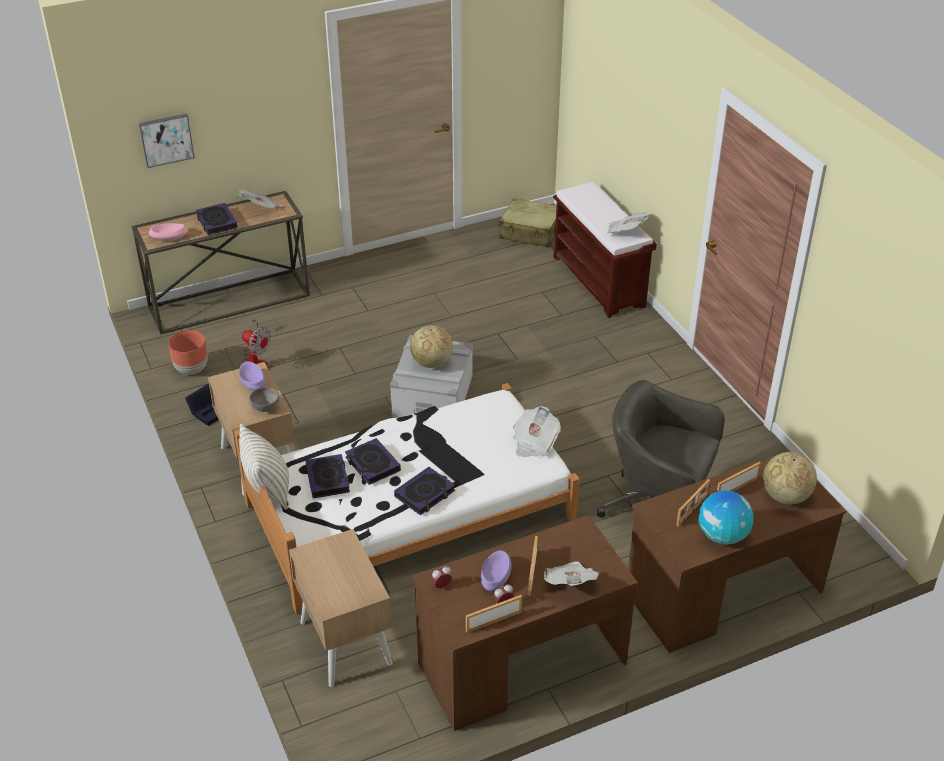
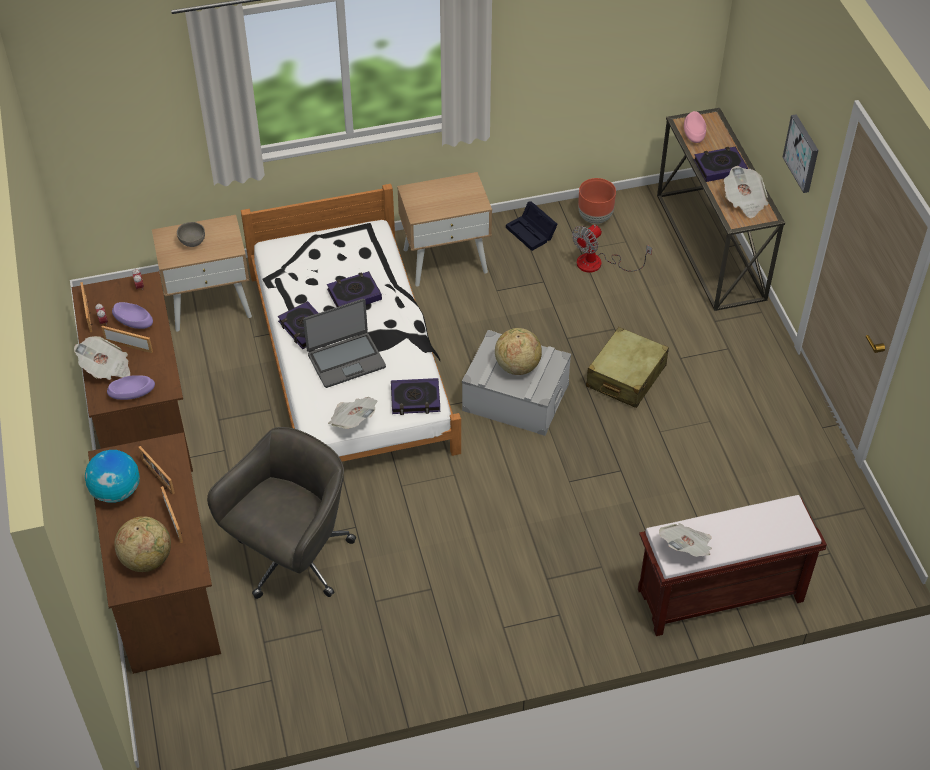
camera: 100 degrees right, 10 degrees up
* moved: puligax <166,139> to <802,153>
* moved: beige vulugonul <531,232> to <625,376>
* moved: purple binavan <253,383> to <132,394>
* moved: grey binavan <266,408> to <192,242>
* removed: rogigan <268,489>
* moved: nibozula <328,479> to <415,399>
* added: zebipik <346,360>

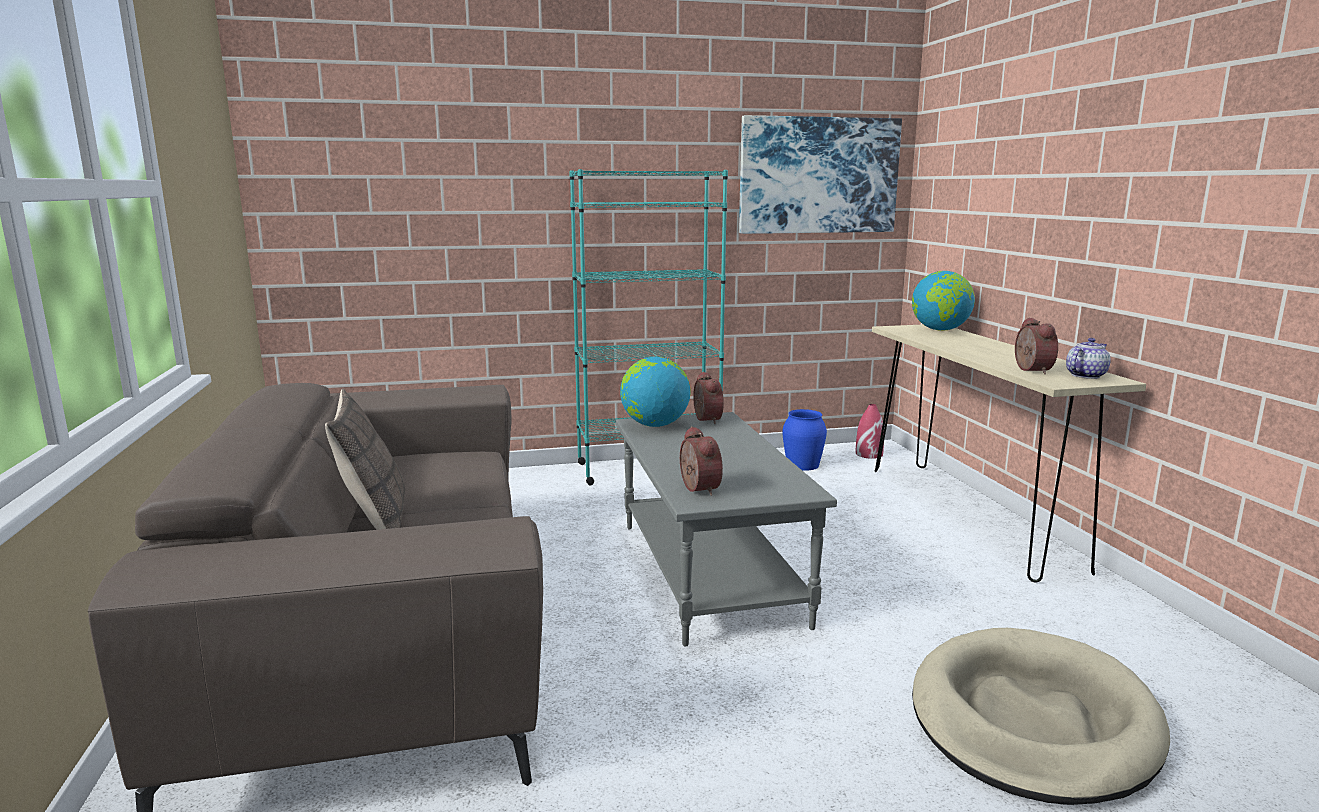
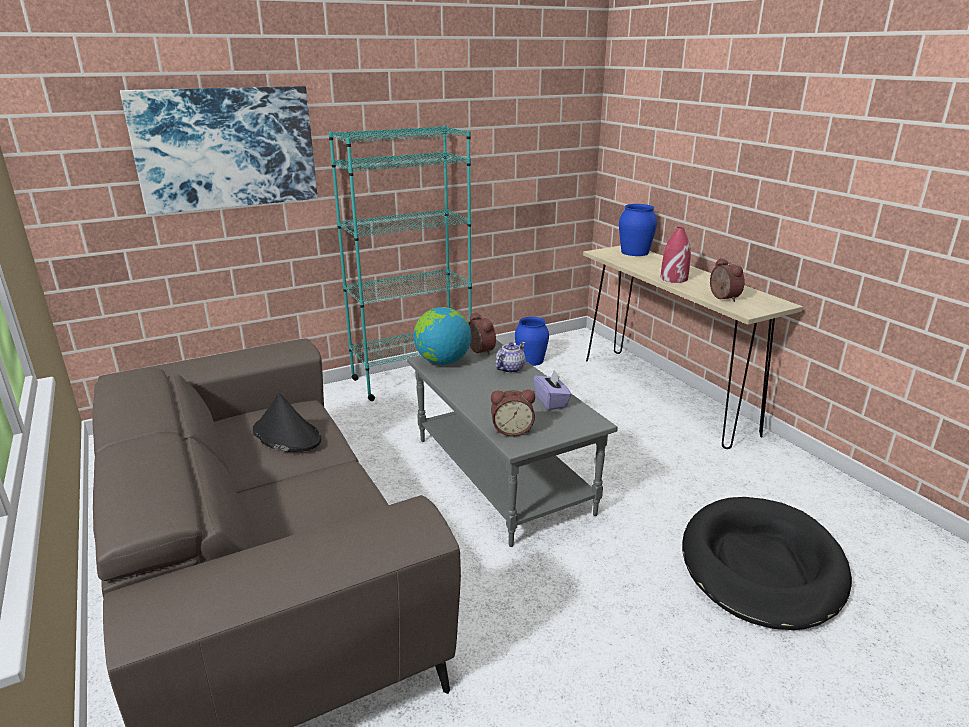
camera: 15 degrees left, 10 degrees up
* moved: puligax <818,175> to <226,148>
* replaced: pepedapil <940,330> to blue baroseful <635,252>
* moved: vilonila <1085,375> to <510,369>
* removed: rogigan <374,521>
* moved: red baroseful <868,454> to <673,278>
* turned: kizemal <696,489> = <512,430> 120 degrees clockwise
* recoloured: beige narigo <1032,721> to black narigo <761,566>
* added: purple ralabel <551,401>
* added: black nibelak <286,435>

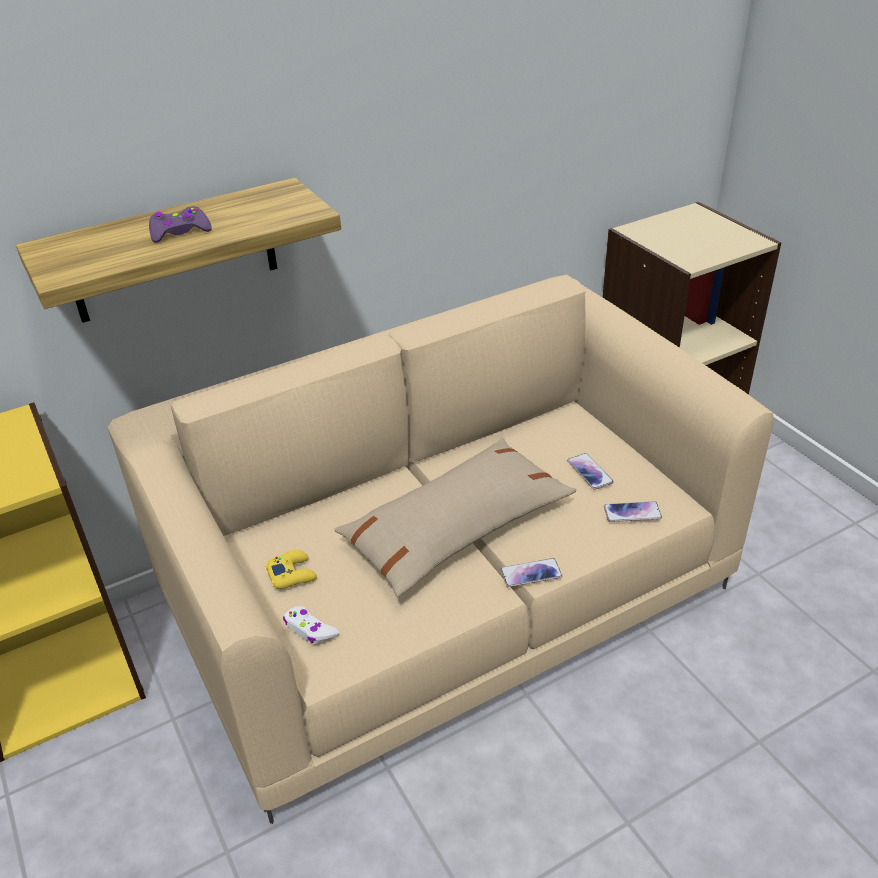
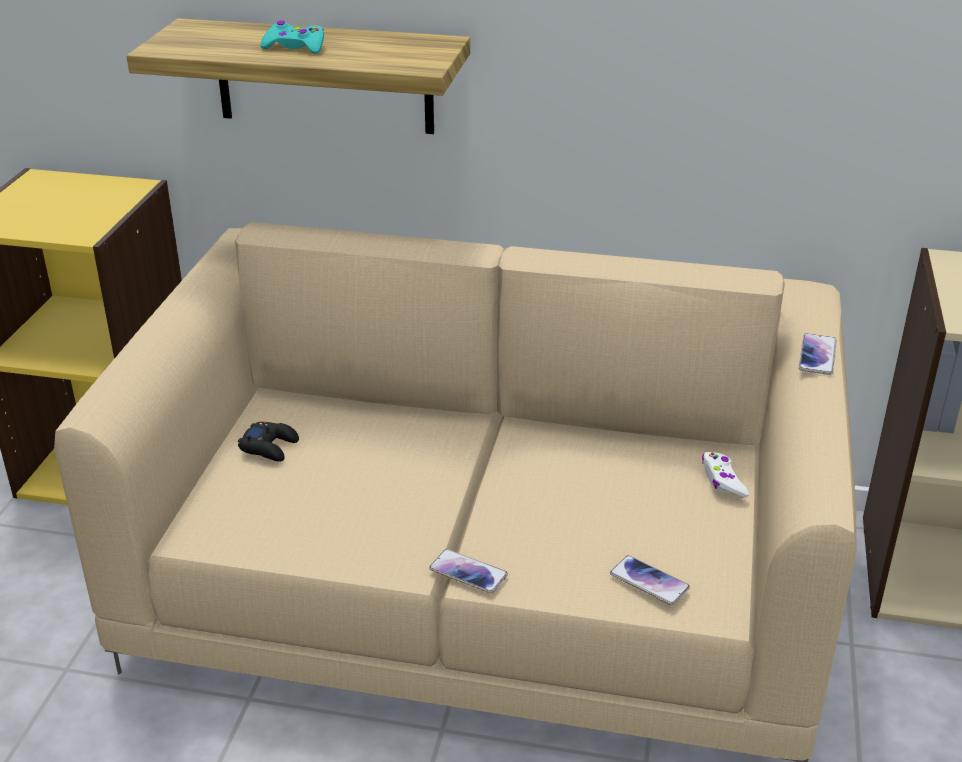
camera: 40 degrees right, 5 degrees down
* recoloured: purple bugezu <179,232> to turquoise bugezu <295,47>
* removed: beige rogigan <456,529>
* moved: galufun <589,472> to <817,355>
* recoloured: yellow bugezu <292,574> to black bugezu <269,447>
* moved: white bugezu <310,630> to <722,481>

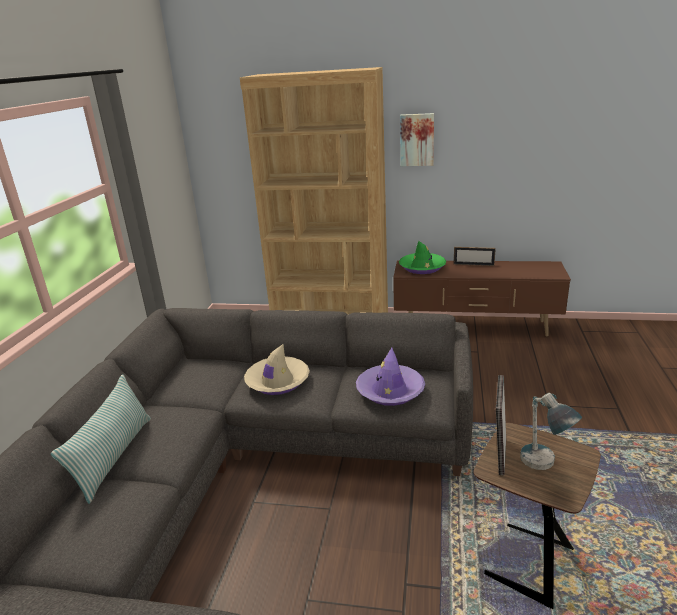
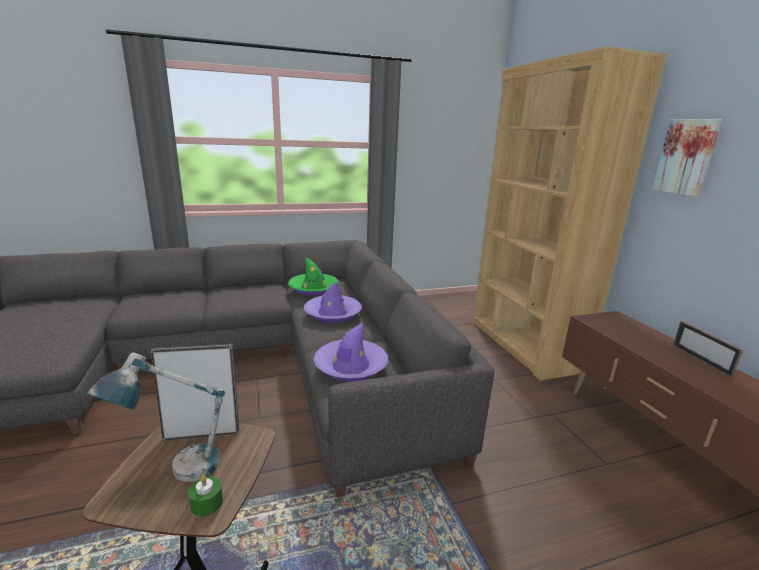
camera: 60 degrees right, 5 degrees down
* moved: green nibelak <422,267> to <313,289>
* recoloured: beige nibelak <277,381> to purple nibelak <332,314>
* removed: rogigan <114,456>
* added: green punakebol <207,503>

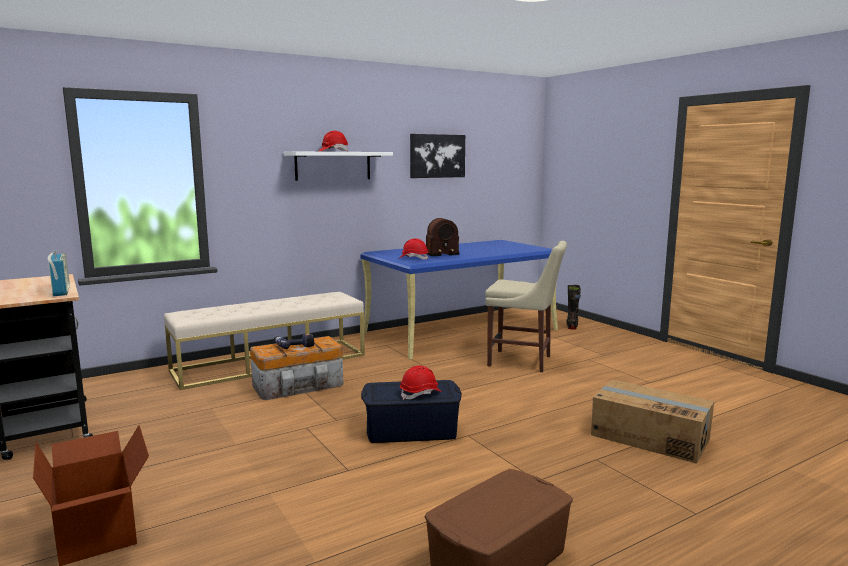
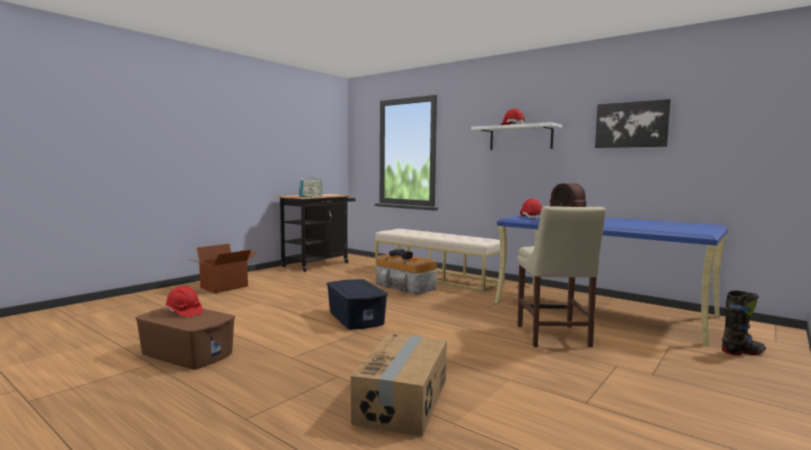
camera: 70 degrees right, 5 degrees down
* moved: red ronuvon <420,394> to <184,312>

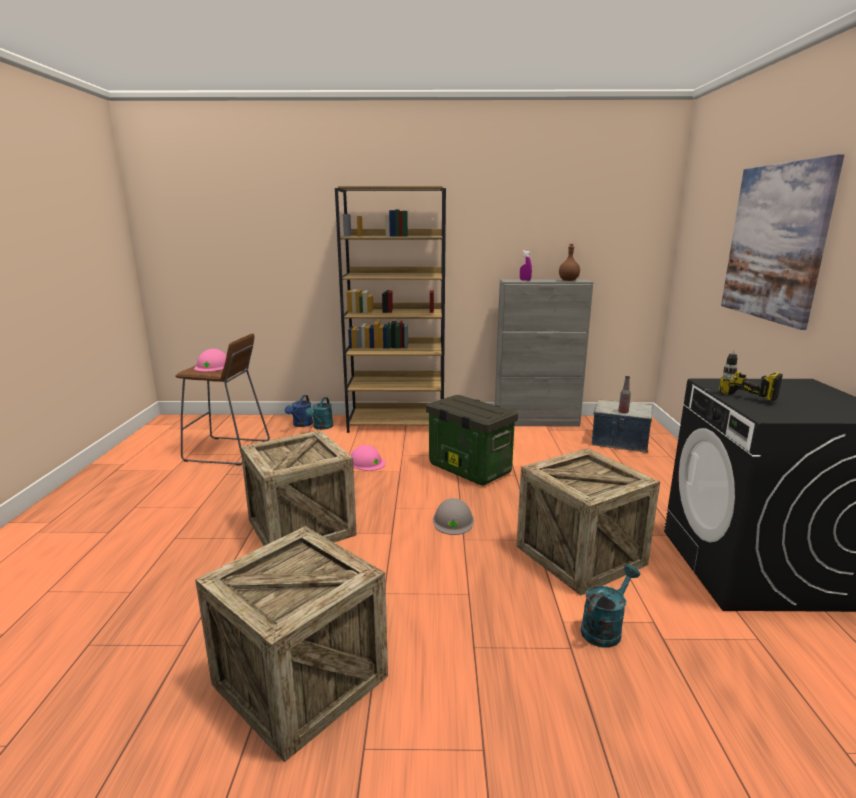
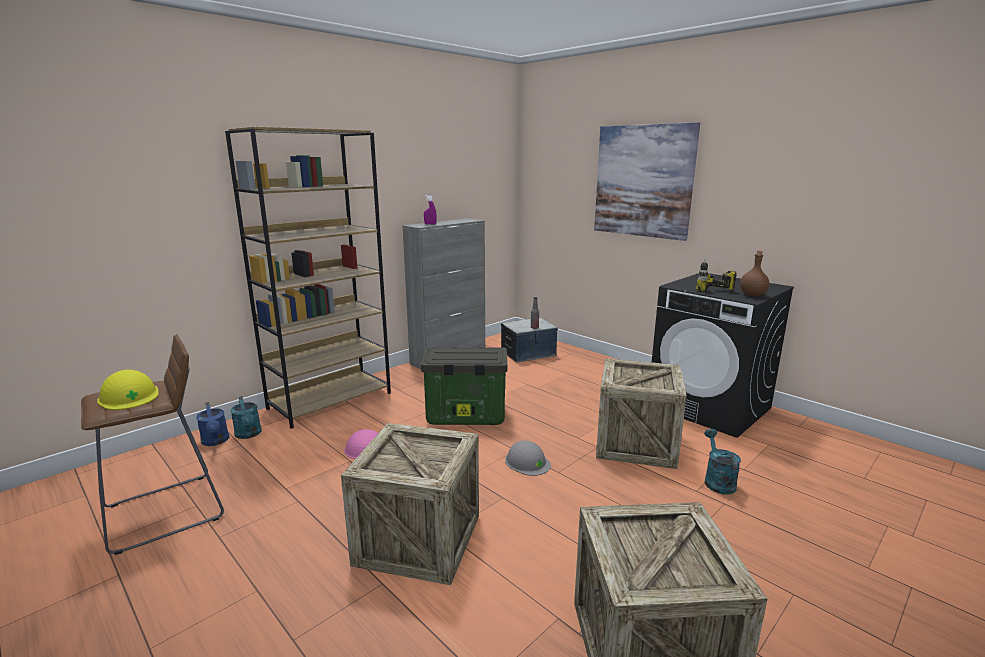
camera: 45 degrees left, 0 degrees up
* moved: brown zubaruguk <568,280> to <752,295>
* recoloured: pink ronuvon <213,366> to yellow ronuvon <129,396>

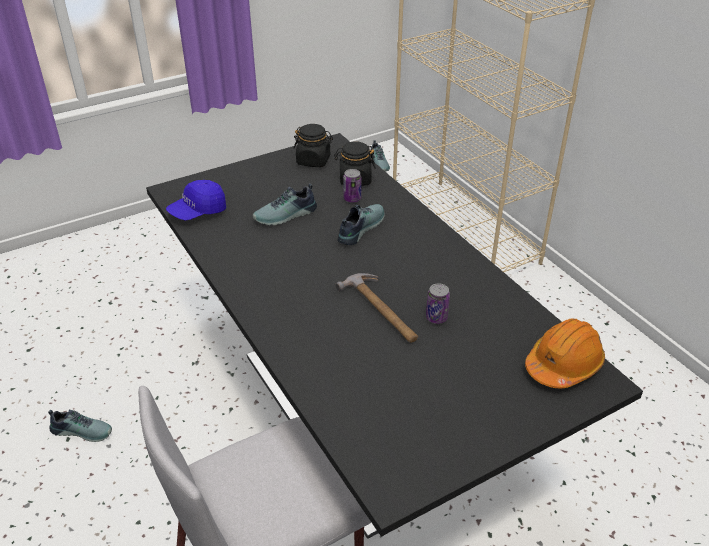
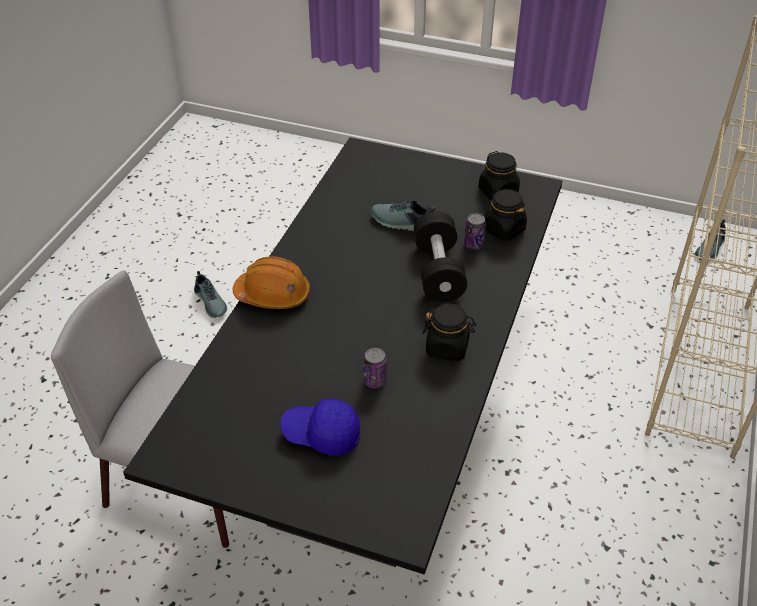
camera: 50 degrees right, 5 degrees up
* moved: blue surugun <198,212> to <322,434>
* replaced: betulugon <359,228> to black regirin <438,272>
* removed: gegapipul <381,310>
* moved: orange ronuvon <563,364> to <273,295>
* added: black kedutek <447,347>

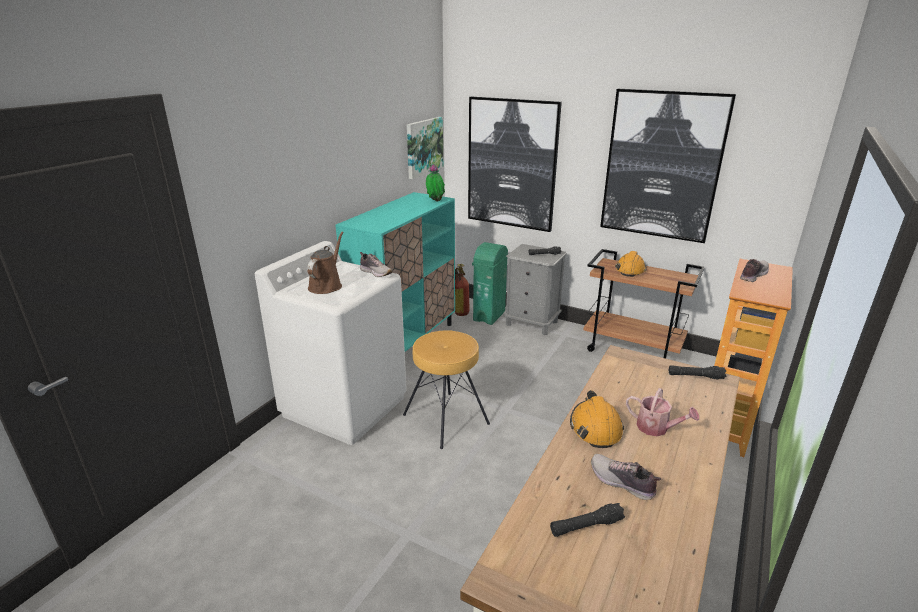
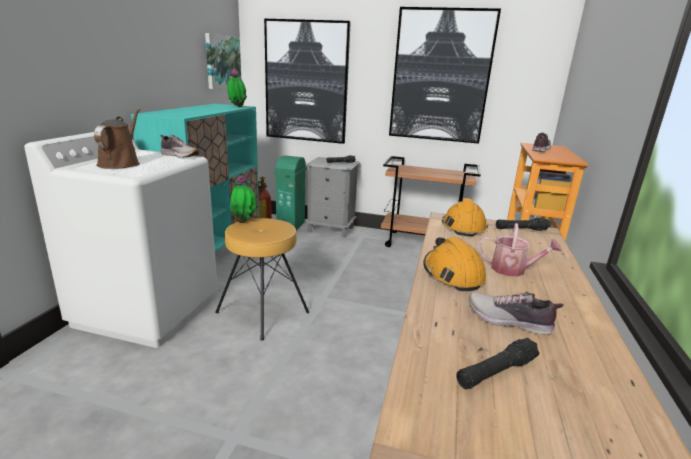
camera: 15 degrees left, 5 degrees down
* moved: orange ronuvon <630,270> to <463,226>
* added: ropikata <244,221>

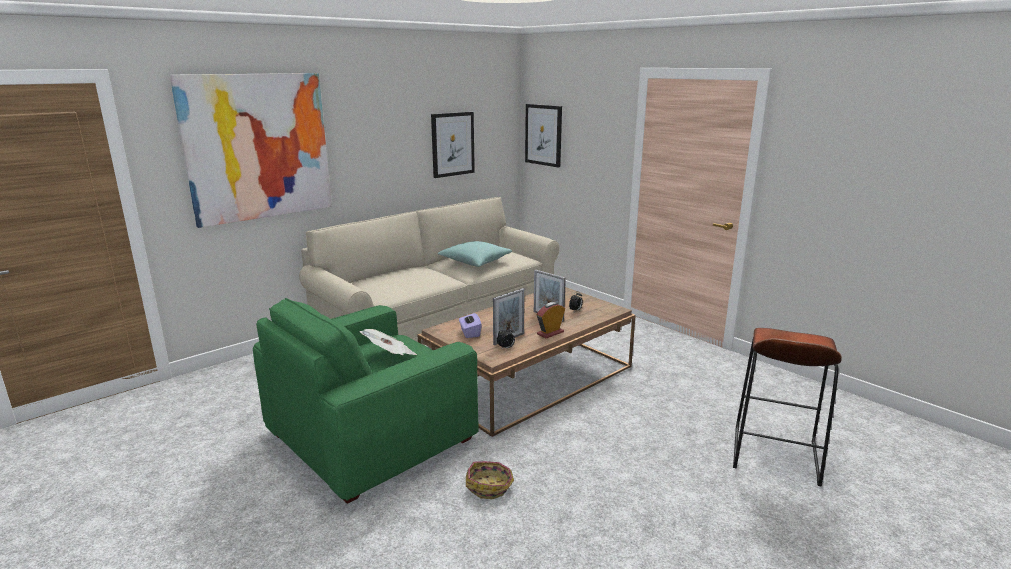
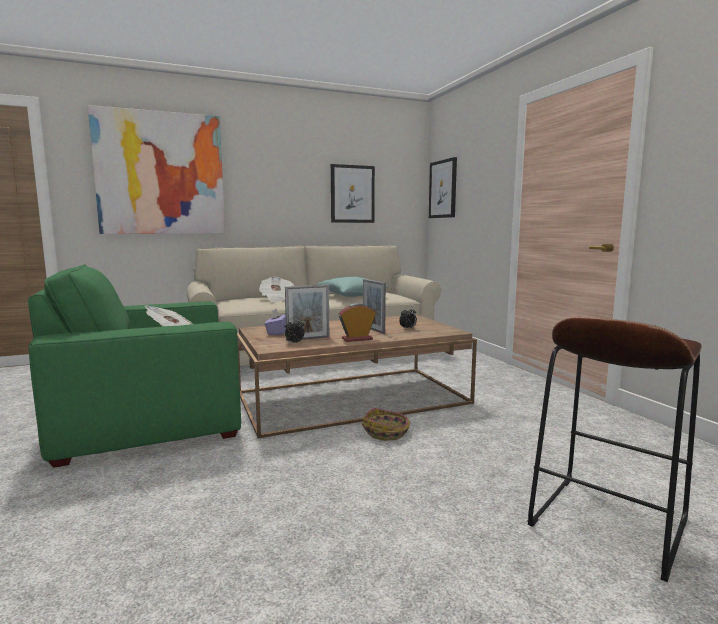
camera: 20 degrees right, 10 degrees down
* moved: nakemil <490,486> to <387,432>
* added: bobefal <277,299>

